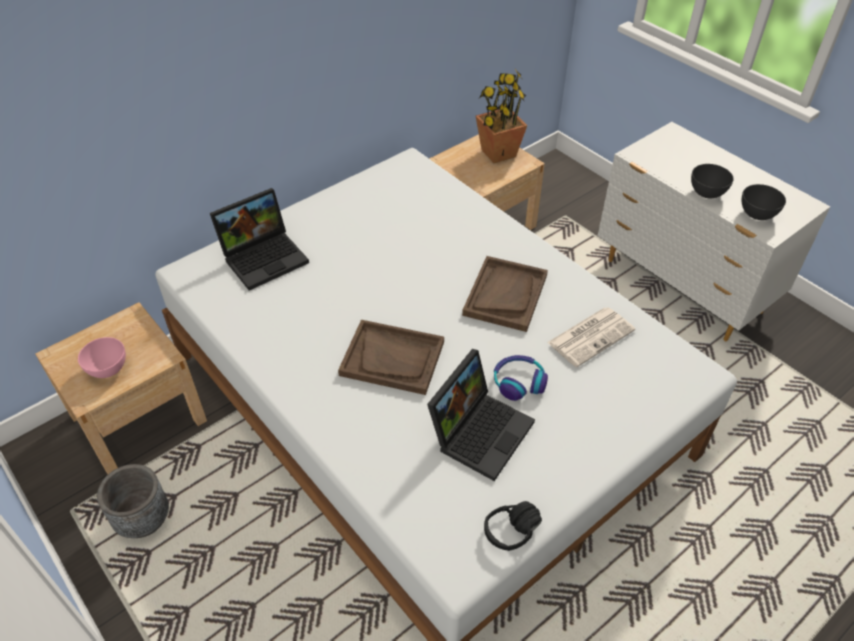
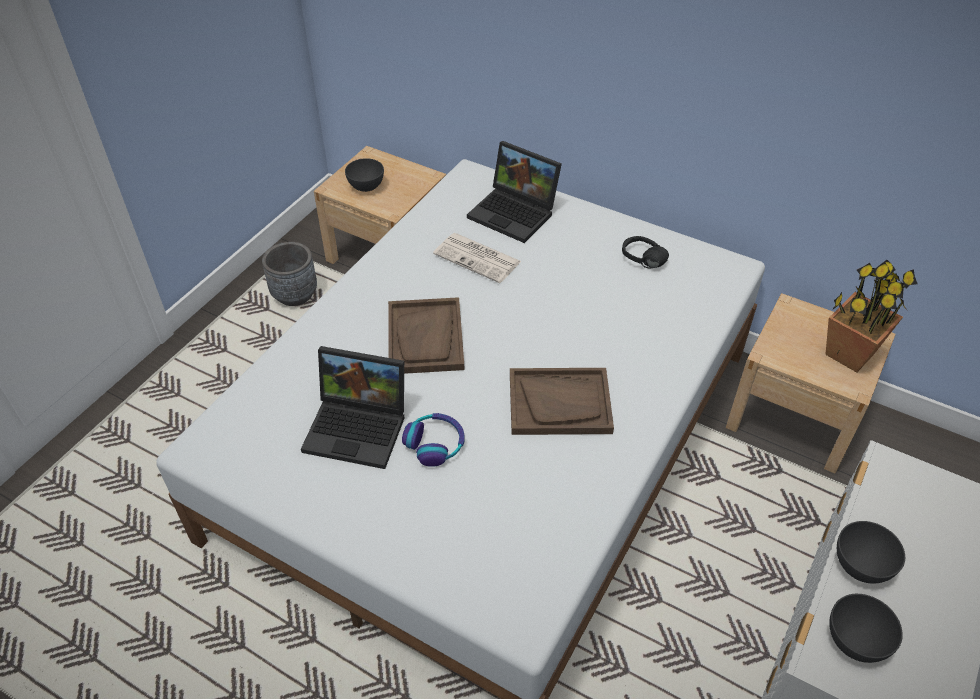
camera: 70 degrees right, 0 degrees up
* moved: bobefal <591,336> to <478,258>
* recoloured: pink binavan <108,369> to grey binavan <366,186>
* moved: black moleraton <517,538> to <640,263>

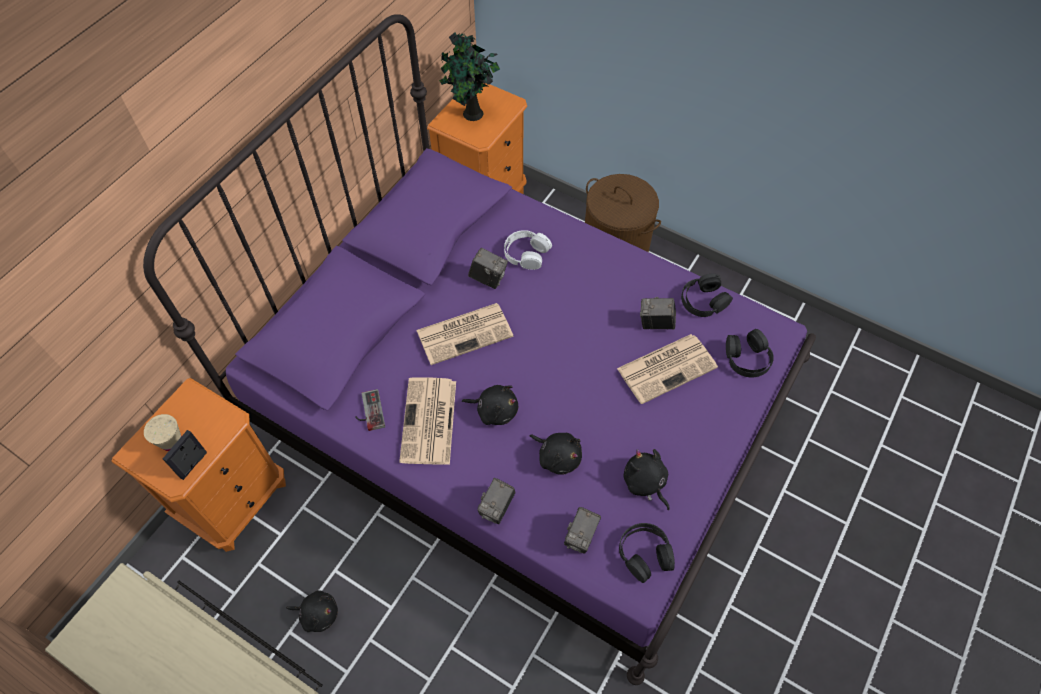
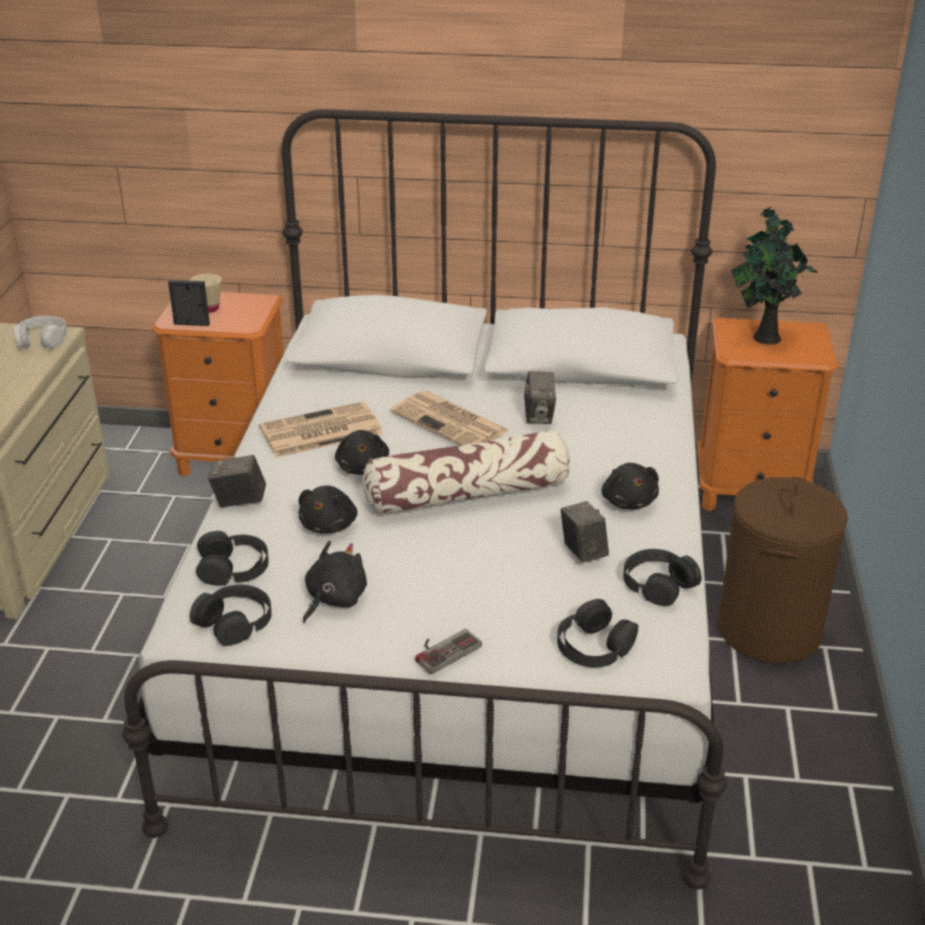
camera: 65 degrees right, 25 degrees down
* recoloured: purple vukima <520,416> to white vukima <463,617>
* moved: white moleraton <526,253> to <42,339>
* removed: bobefal <667,367>
* moved: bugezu <368,411> to <443,649>
* replaced: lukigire <581,536> to black moleraton <233,567>
* moved: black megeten <317,614> to <628,501>
* added: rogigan <467,494>

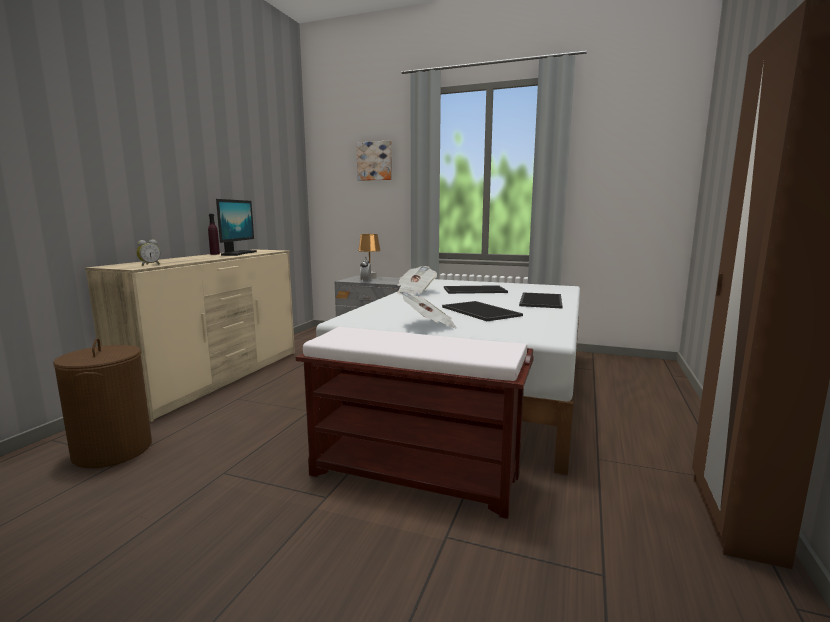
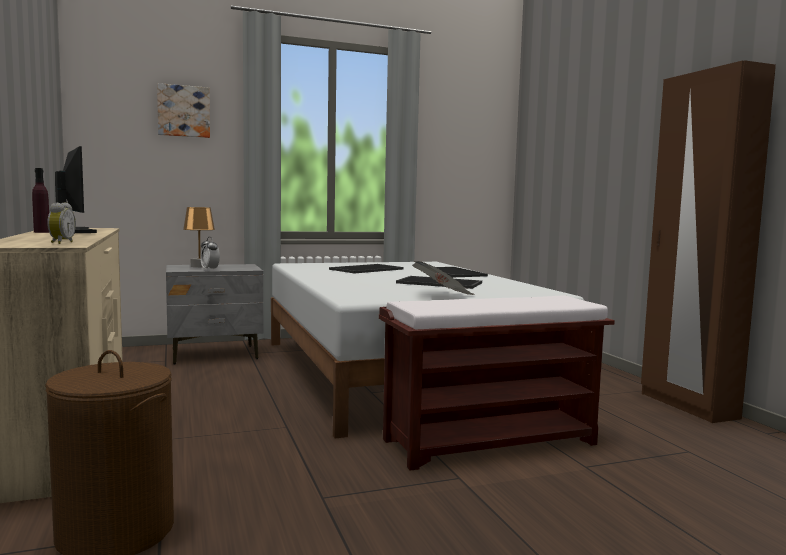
camera: 40 degrees left, 5 degrees down
* removed: bobefal <415,292>

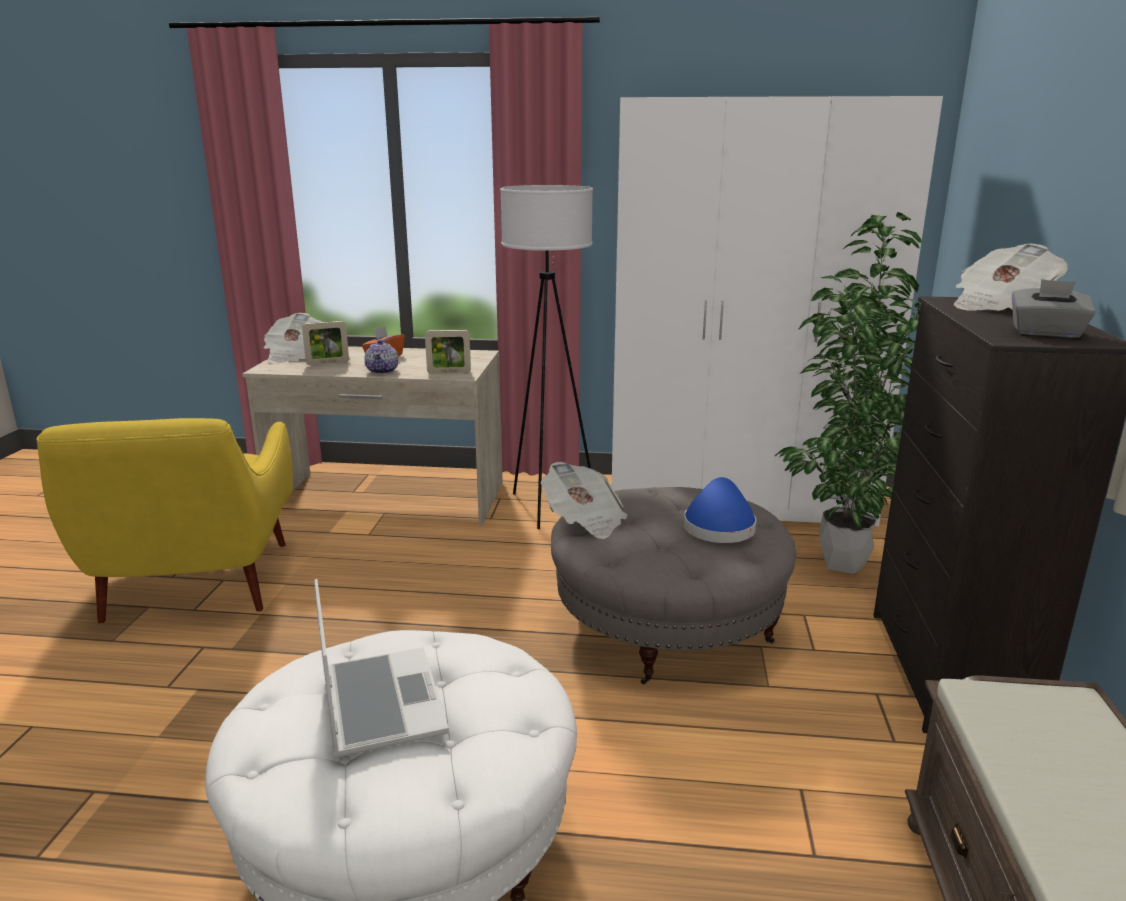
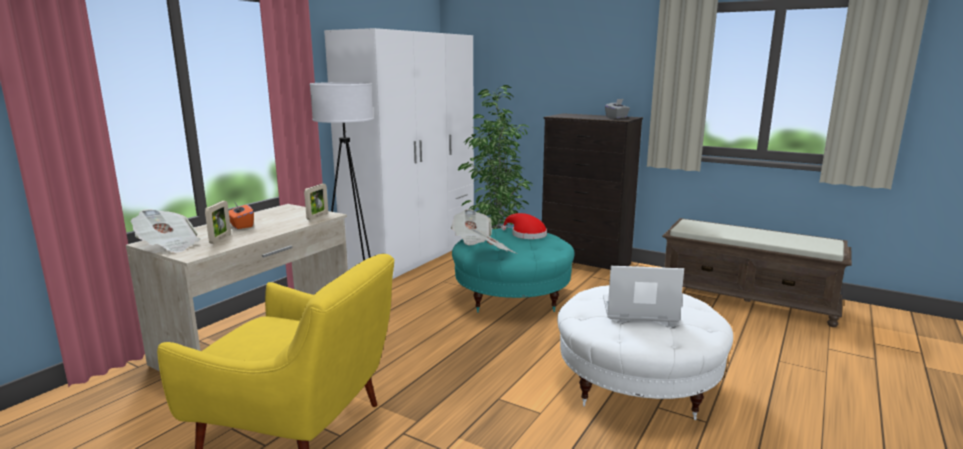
camera: 65 degrees left, 5 degrees down
* moved: bobefal <999,306> to <472,238>
* removed: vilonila <382,371>
* recoloured: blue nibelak <718,526> to red nibelak <526,235>
* recoloured: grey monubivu <667,625> to turquoise monubivu <512,296>

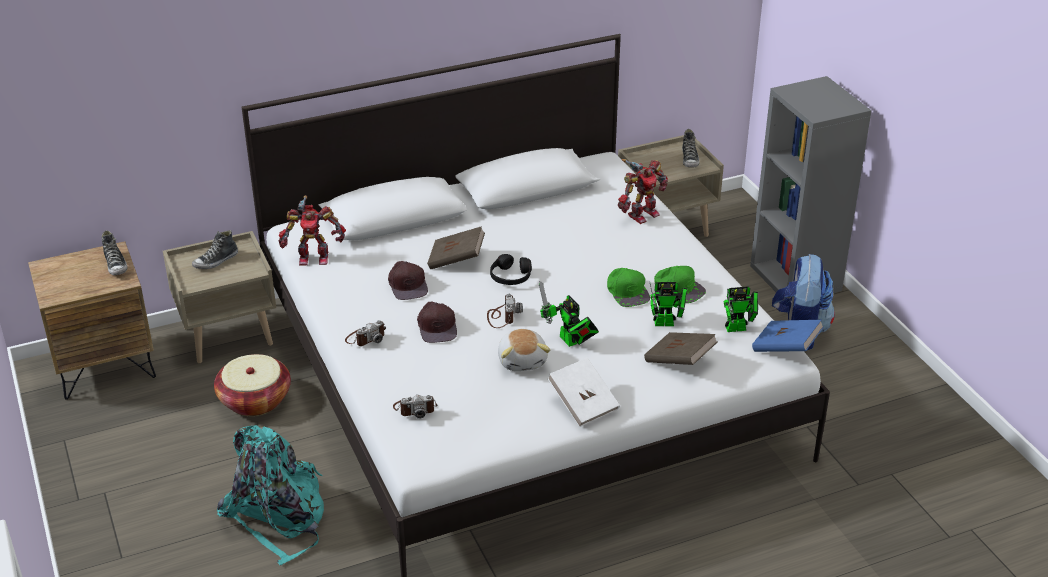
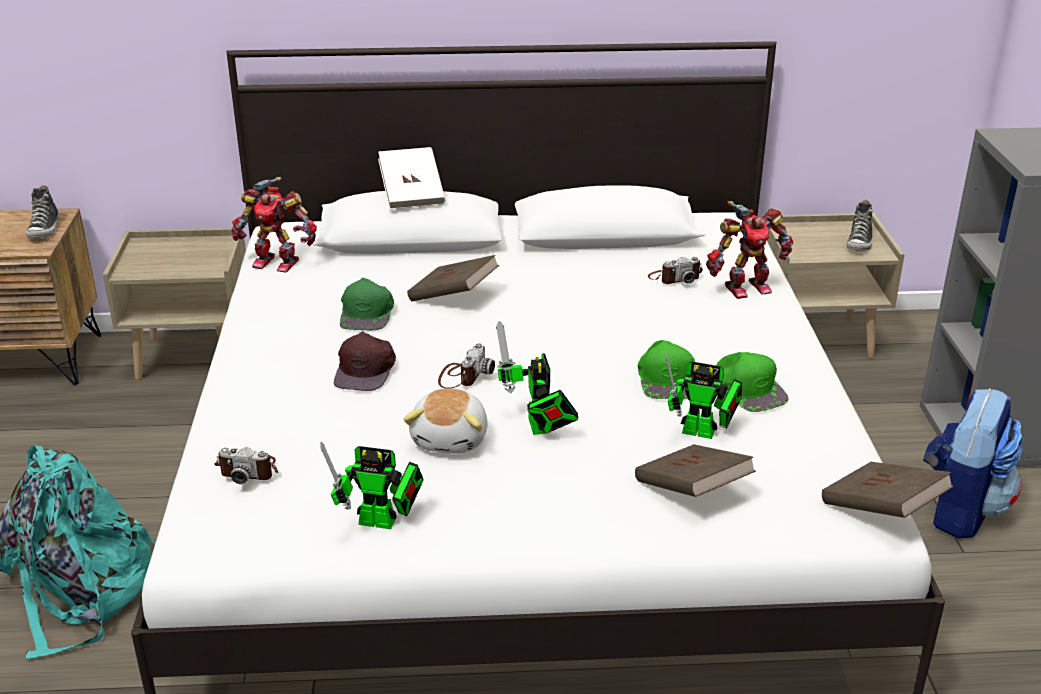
camera: 20 degrees right, 5 degrees down
* removed: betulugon <216,261>
* removed: black moleraton <510,277>
* recoloured: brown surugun <408,284> to green surugun <368,313>
* moved: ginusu <739,328> to <383,522>
* moved: lukigire <366,337> to <675,278>
* recoloured: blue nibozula <785,348> to brown nibozula <881,510>
* removed: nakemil <255,400>
* moved: white nibozula <583,404> to <412,195>

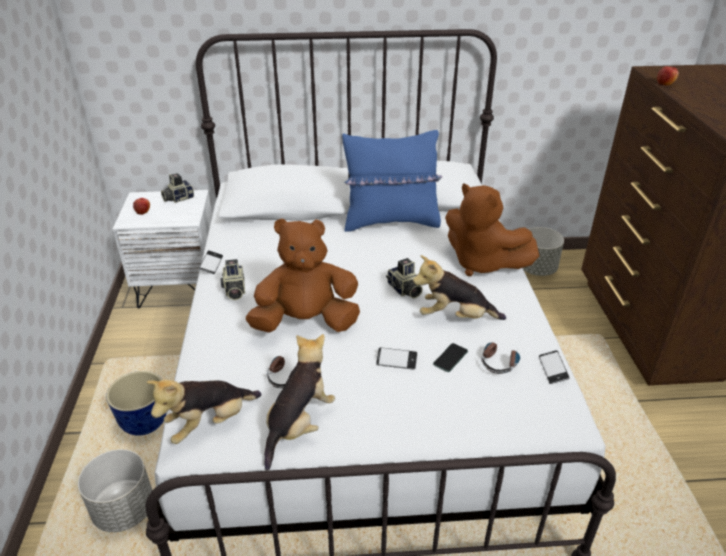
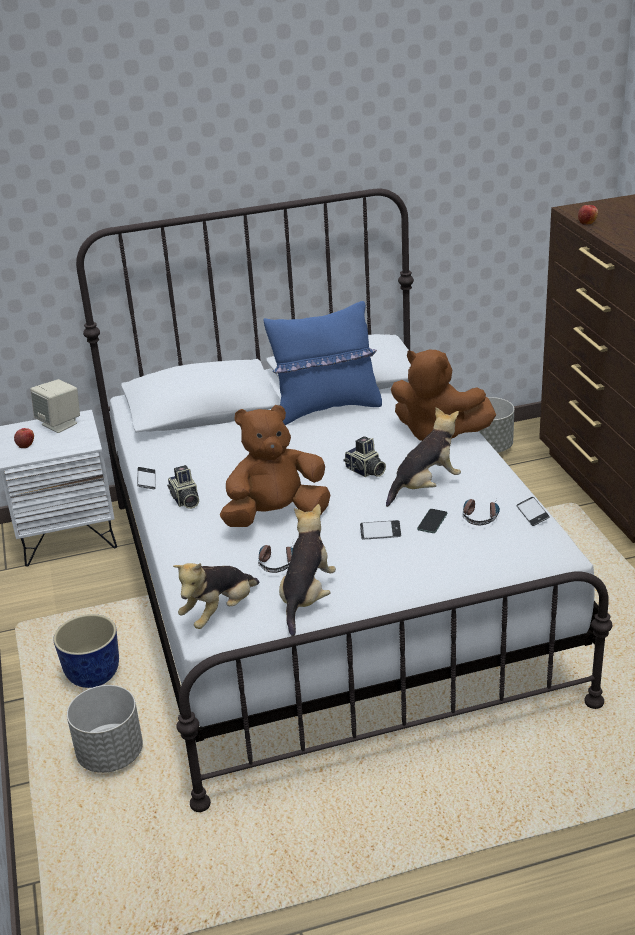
camera: 10 degrees left, 5 degrees down
* replaced: lukigire <178,198> to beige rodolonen <60,424>
* turned: megeten <455,317> = <425,486> 150 degrees clockwise

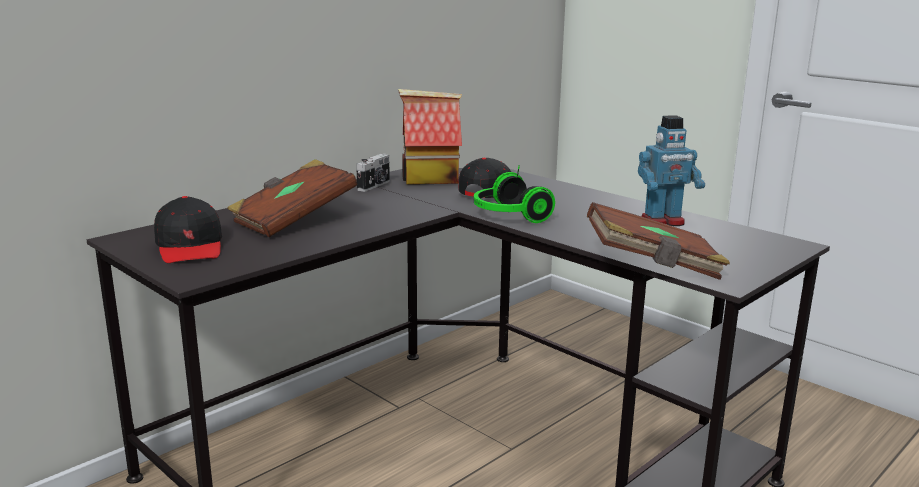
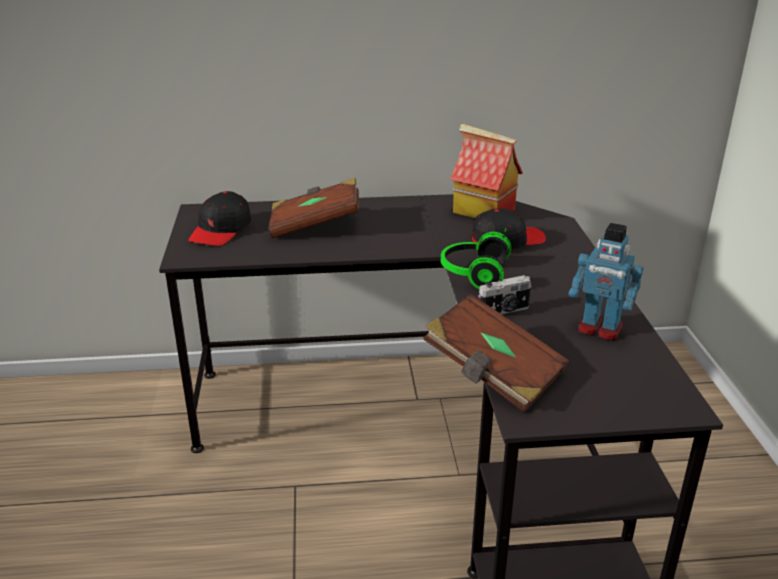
camera: 40 degrees right, 10 degrees up
* moved: lukigire <375,186> to <504,311>

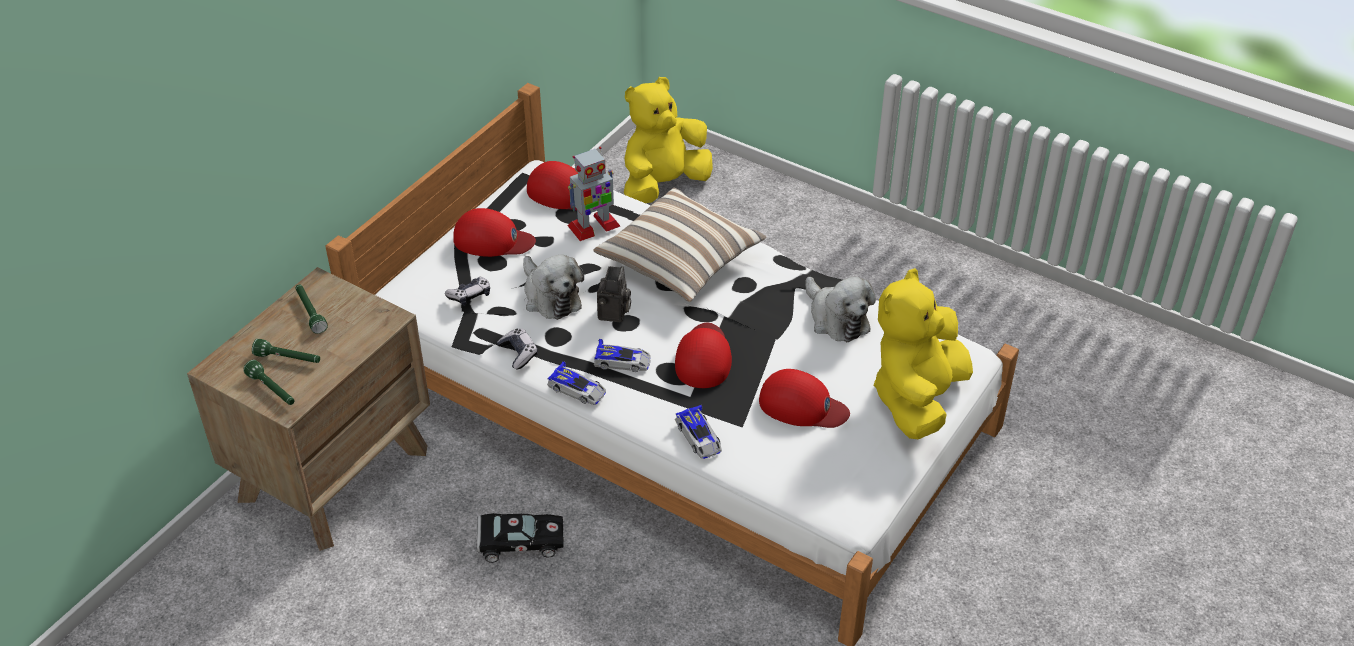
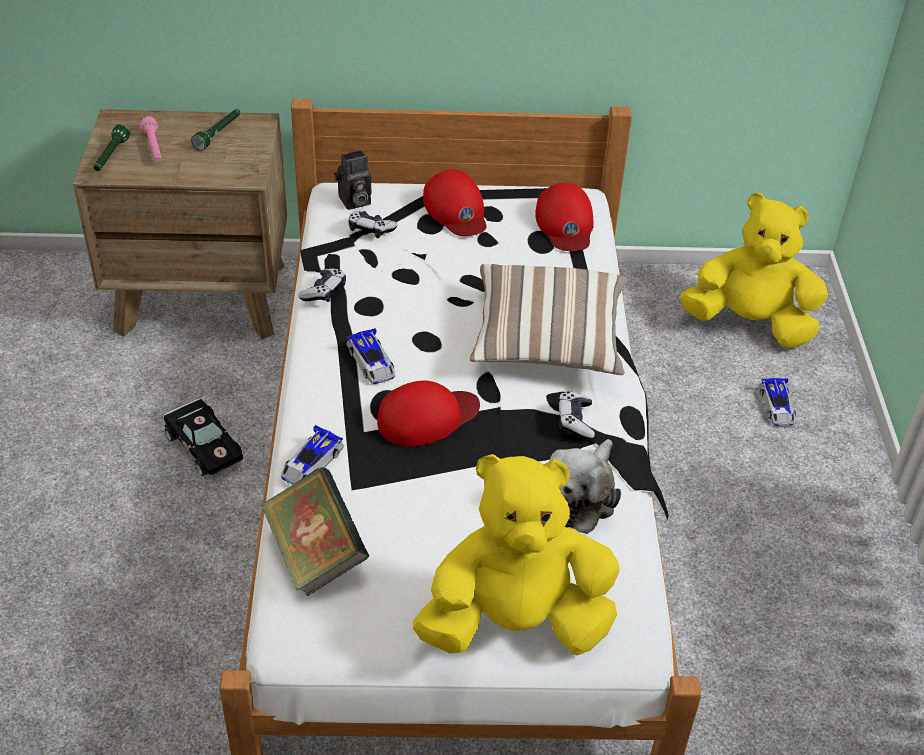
camera: 55 degrees right, 0 degrees up
* removed: ginusu <593,226>
* removed: megeten <550,296>
* moved: lukigire <614,314> to <354,202>
* recoloured: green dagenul <288,359> to pink dagenul <154,148>
* moved: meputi <578,389> to <777,407>
* removed: red surugun <802,406>
* added: bugezu <575,421>
* added: nibozula <315,553>

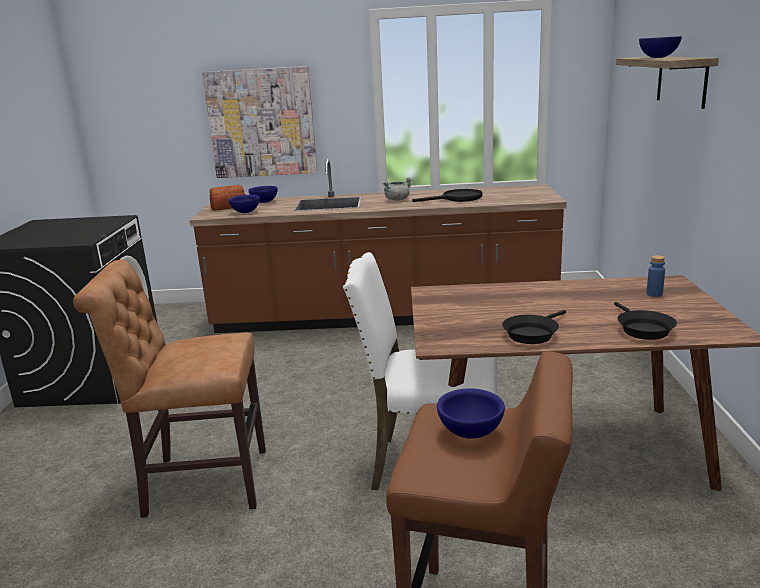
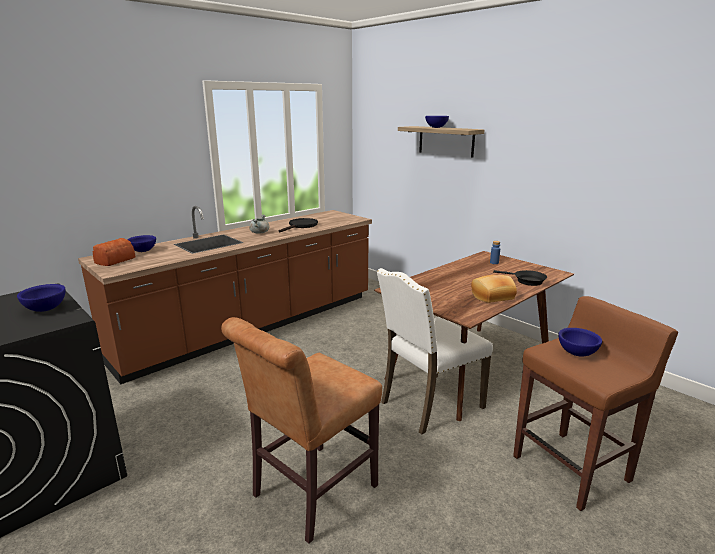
camera: 45 degrees left, 0 degrees up
* removed: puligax <261,123>
* moved: blue binavan <245,212> to <45,309>
* replaced: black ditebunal <532,334> to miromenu <493,297>

